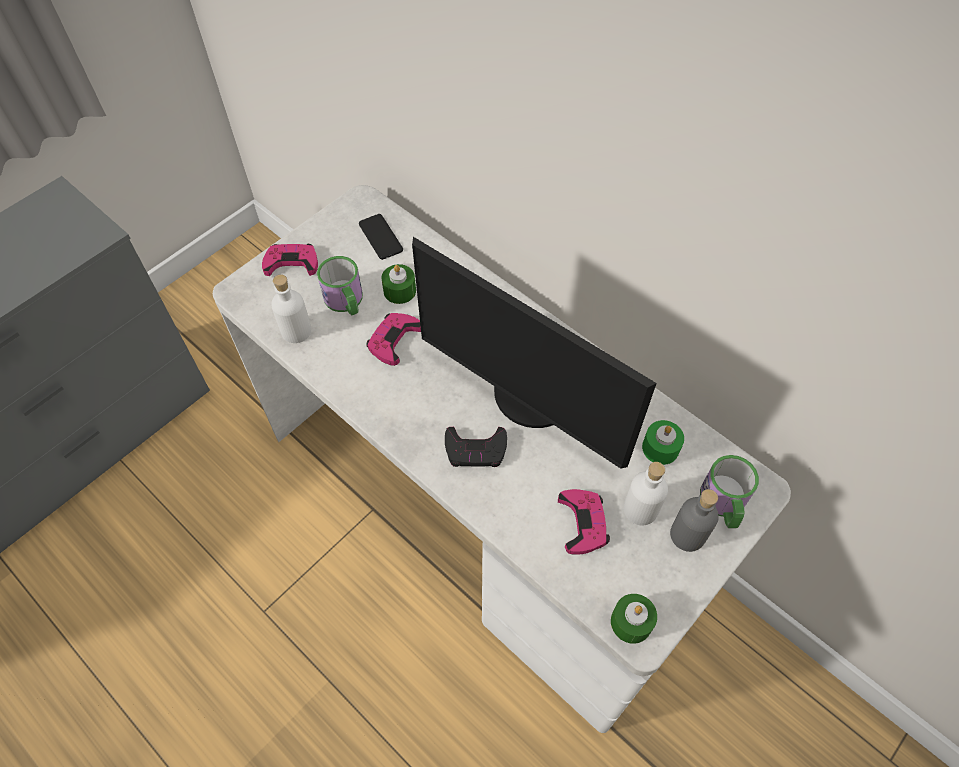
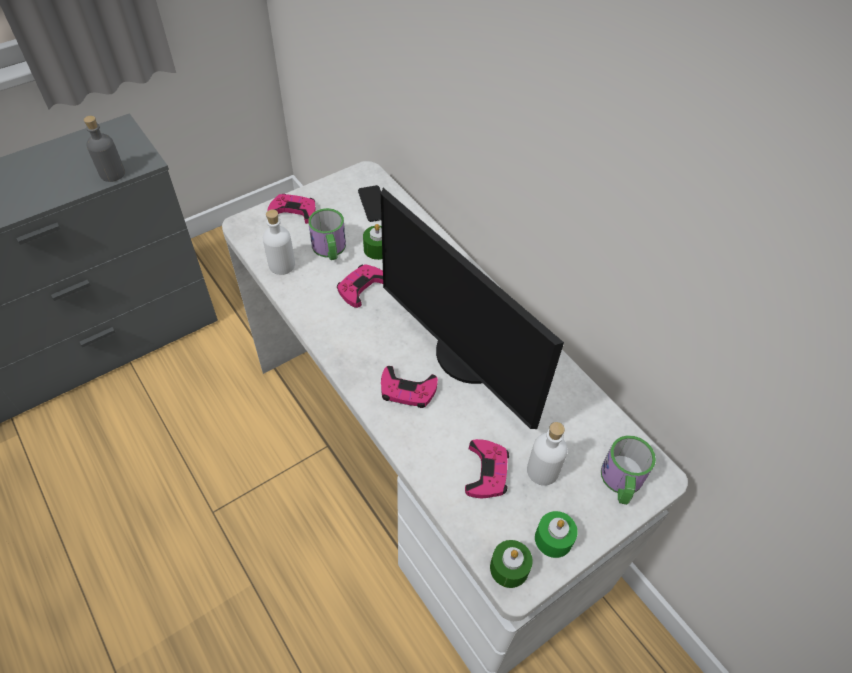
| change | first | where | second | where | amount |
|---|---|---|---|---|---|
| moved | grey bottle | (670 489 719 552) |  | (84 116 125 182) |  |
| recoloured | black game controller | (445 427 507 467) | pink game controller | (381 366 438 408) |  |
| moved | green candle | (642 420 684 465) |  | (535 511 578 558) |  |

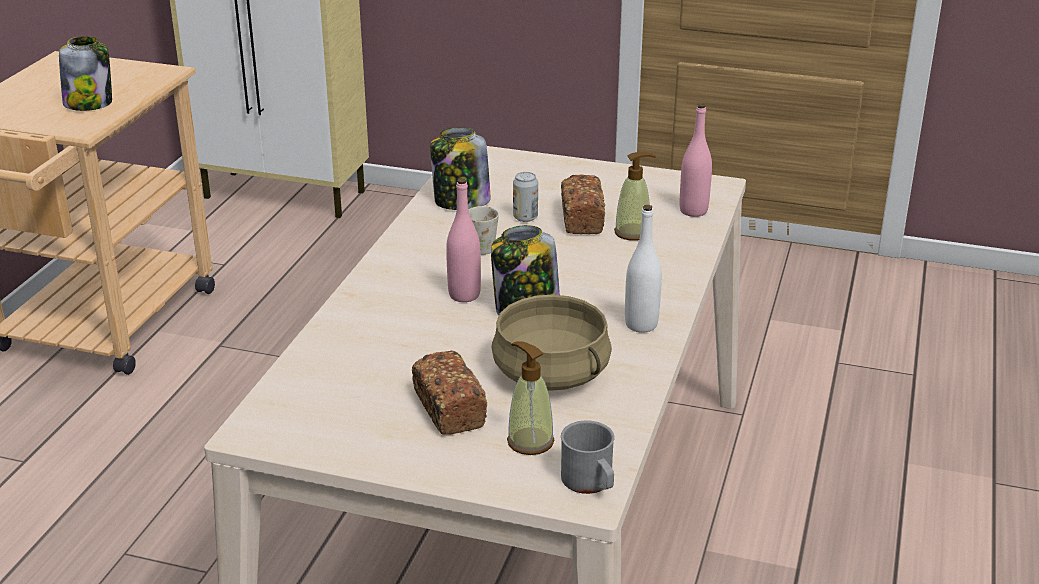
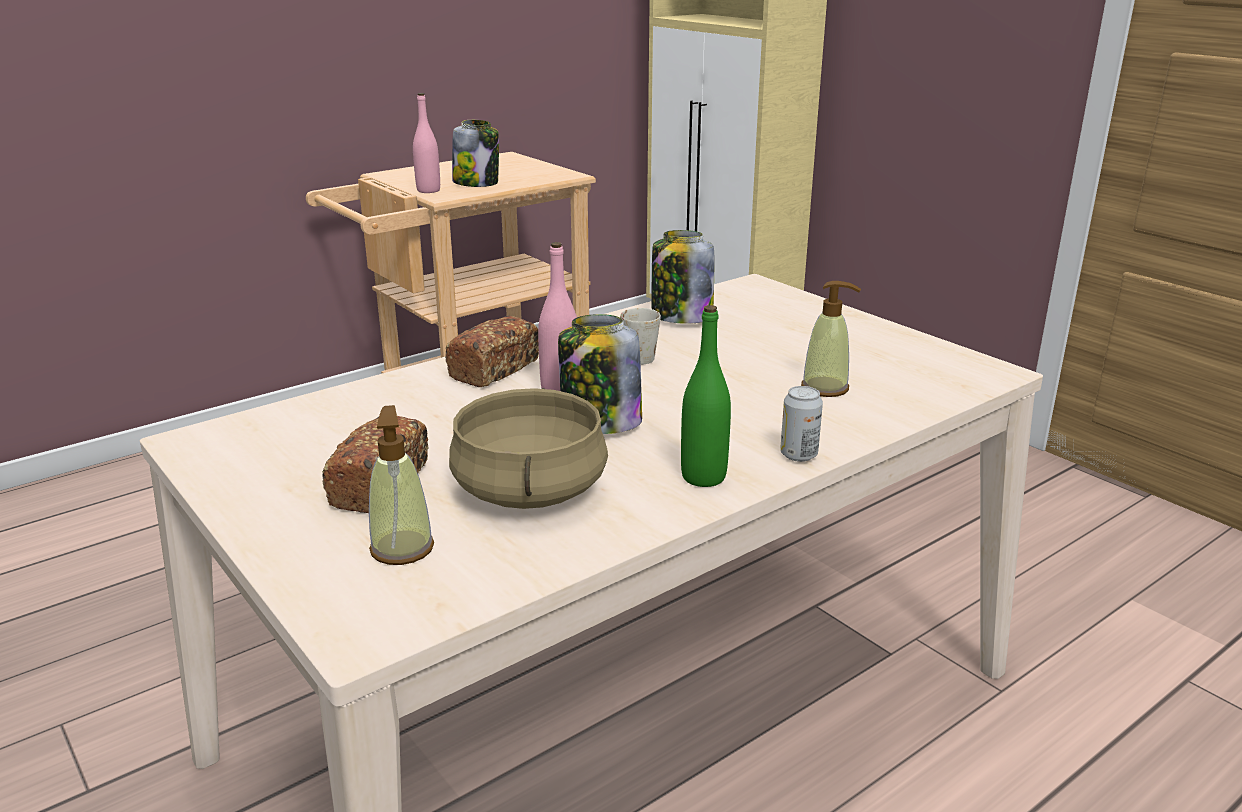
| change | first | where | second | where | amount |
|---|---|---|---|---|---|
| moved | pink bottle | (680 104 712 217) |  | (413 93 440 193) |  |
| moved | bread | (561 175 605 234) |  | (445 316 539 387) |  |
| recoloured | white bottle | (625 205 662 333) | green bottle | (681 305 731 487) |  |
| moved | can | (513 172 538 222) |  | (780 386 823 462) |  |
| removed | grey mug | (561 420 615 494) |  |  |  |

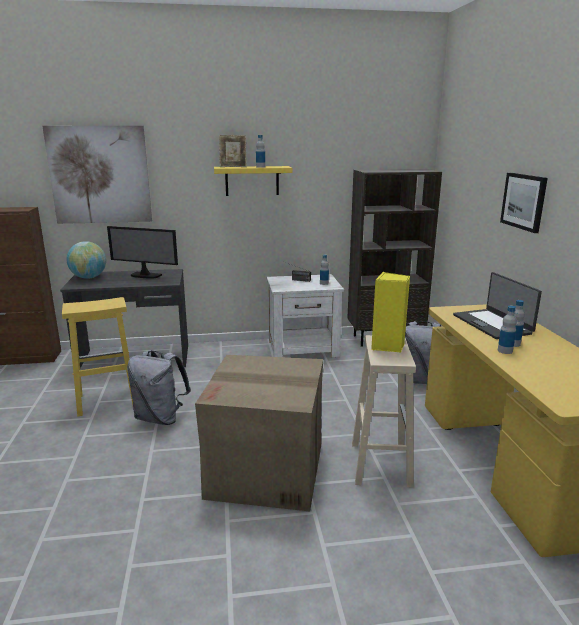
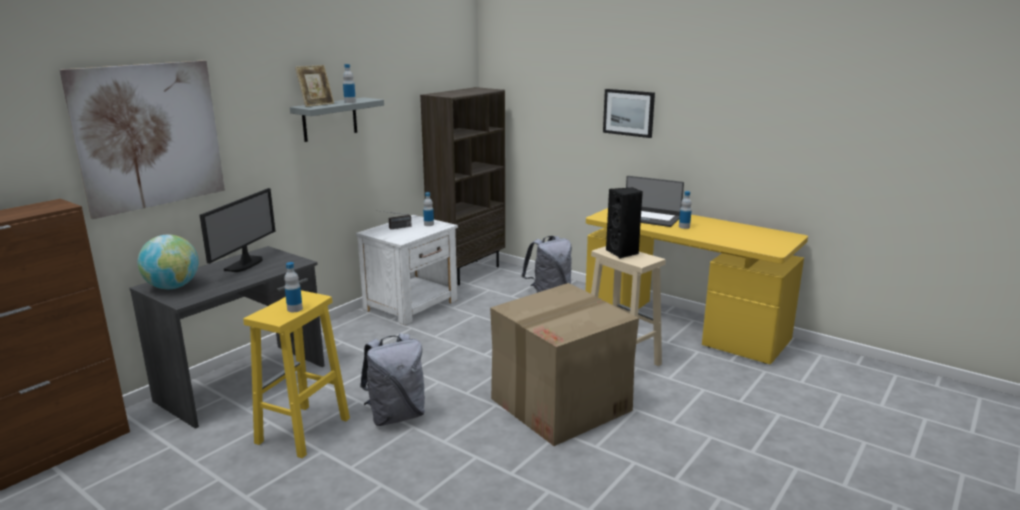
| change | first | where | second | where | amount |
|---|---|---|---|---|---|
| turned | monitor | (107 226 178 279) |  | (200 188 275 272) | 45 degrees counterclockwise |
| moved | bottle | (498 306 517 354) |  | (284 262 303 312) |  |
| recoloured | yellow shelf | (214 166 293 196) | grey shelf | (290 97 384 142) |  |
| recoloured | yellow speaker | (371 272 410 352) | black speaker | (606 187 643 259) |  |

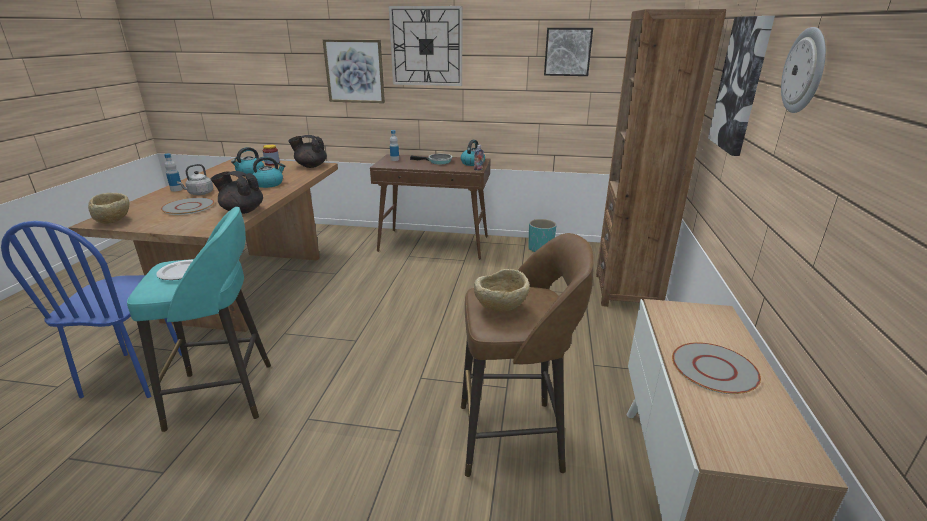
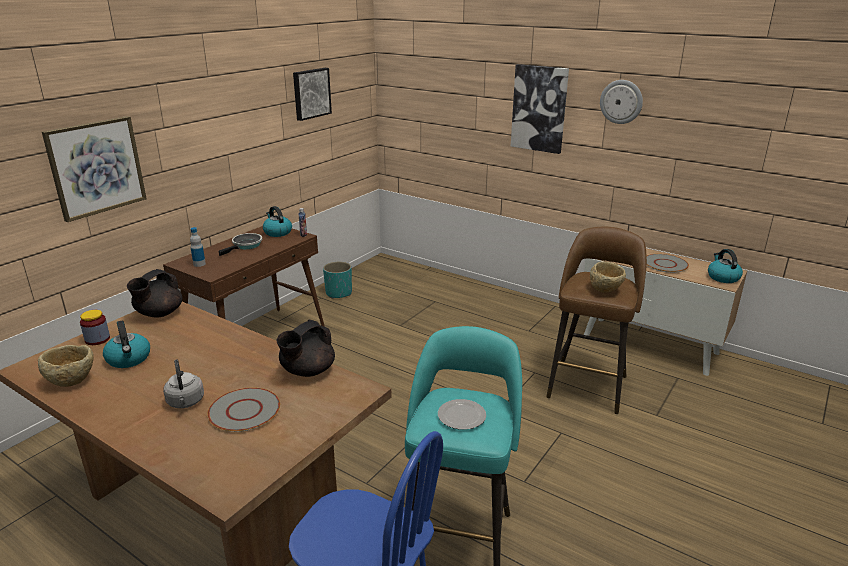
| change | first | where | second | where | amount |
|---|---|---|---|---|---|
| moved | beige bowl | (88 193 129 224) |  | (38 345 94 387) |  |
| moved | kettle | (253 156 285 188) |  | (708 249 743 283) |  |
| removed | bottle | (164 153 183 191) |  |  |  |
| removed | wall clock | (389 6 462 86) |  |  |  |
| removed | brown bookcase | (596 9 726 307) |  |  |  |

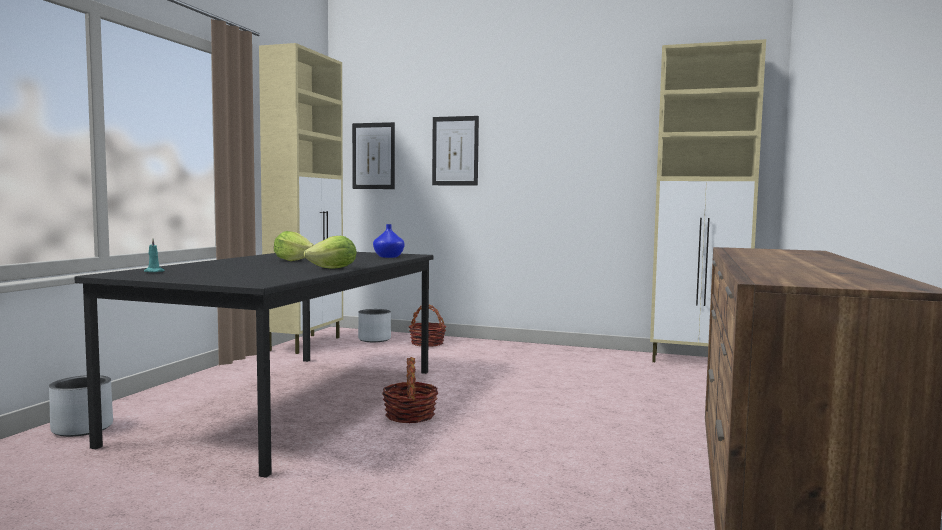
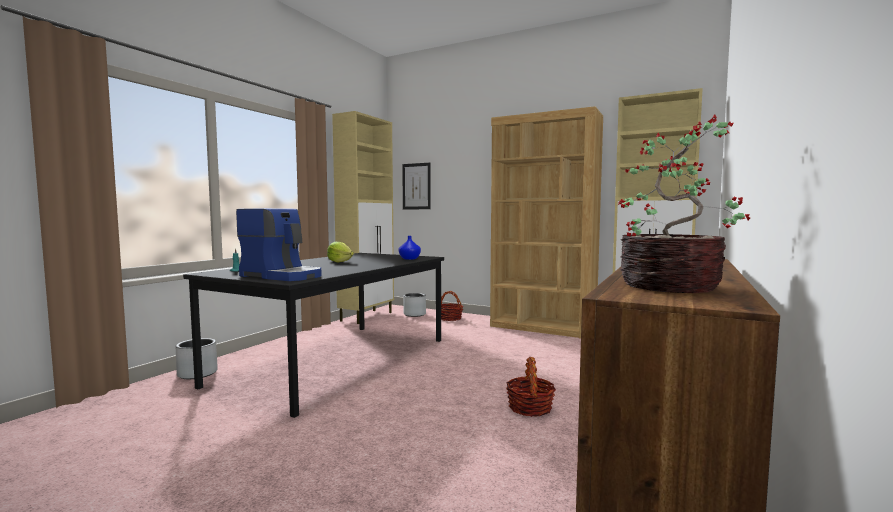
| change | first | where | second | where | amount |
|---|---|---|---|---|---|
| added |  |  | coffee machine | (236 208 322 281) |  |
| added |  |  | brown bookcase | (490 106 603 339) |  |
| moved | basket | (382 357 438 424) |  | (506 357 556 417) |  |
| added |  |  | potted plant | (618 114 751 293) |  |
| removed | lettuce | (304 236 356 269) |  |  |  |
| removed | picture | (432 116 479 186) |  |  |  |

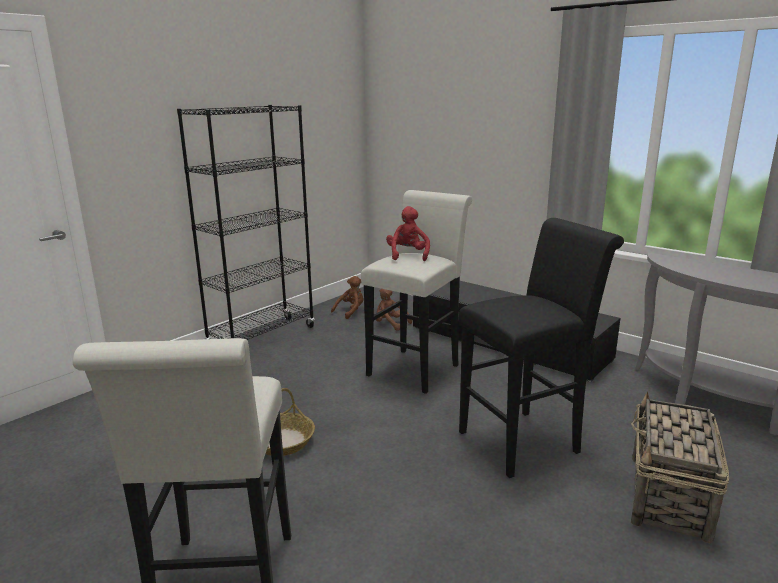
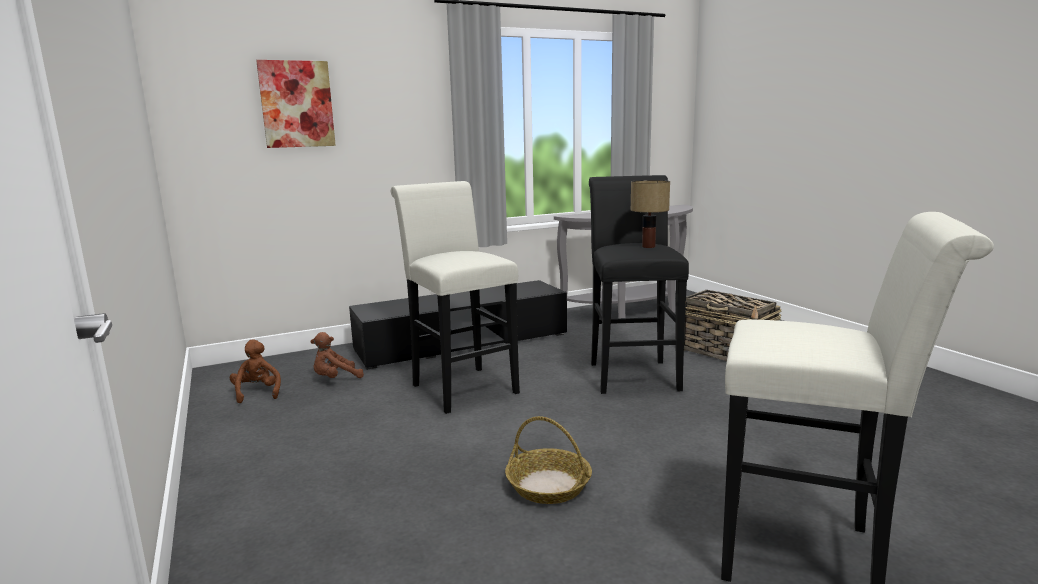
| change | first | where | second | where | amount |
|---|---|---|---|---|---|
| added |  |  | picture | (256 60 336 148) |  |
| added |  |  | table lamp | (631 180 670 248) |  |
| removed | black bookcase | (177 105 315 340) |  |  |  |
| removed | red plush toy | (386 206 430 261) |  |  |  |

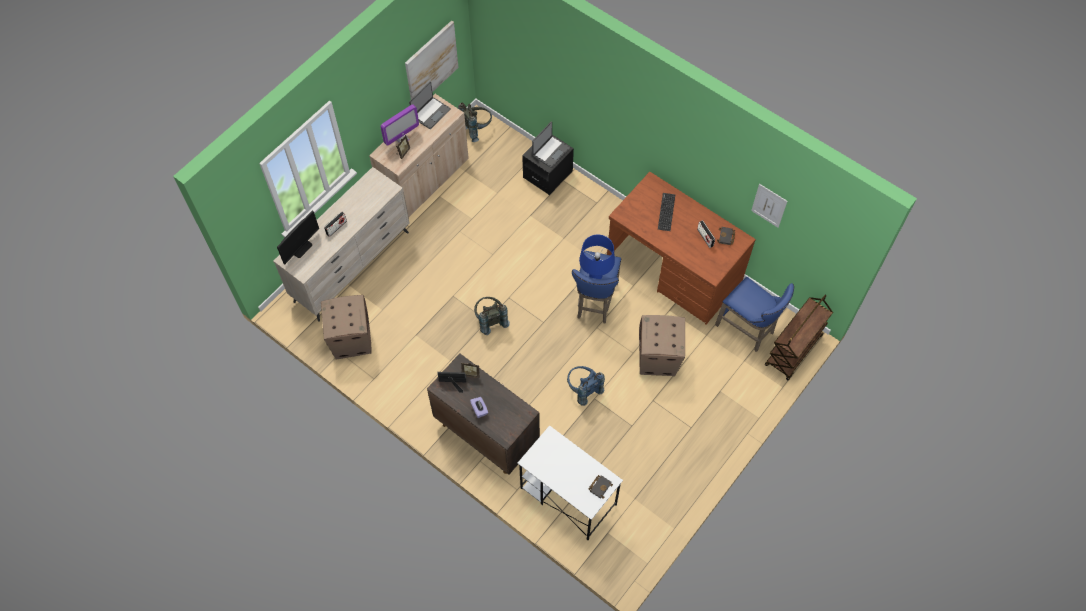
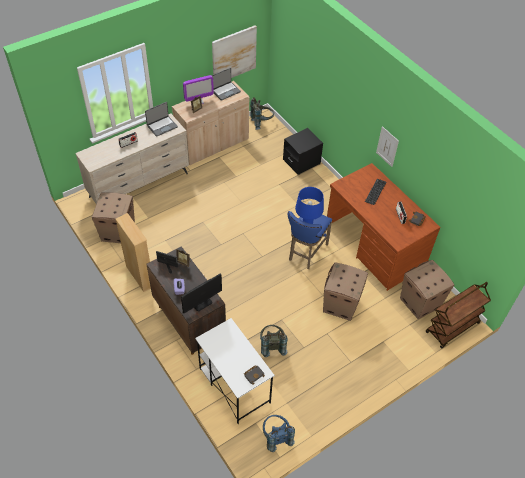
| change | first | where | second | where | amount |
|---|---|---|---|---|---|
| added |  |  | beige bookcase | (116 213 151 292) |  |
| moved | laptop | (532 121 570 168) |  | (145 102 178 137) |  |
| moved | monitor | (277 211 319 264) |  | (181 273 222 313) |  |
| moved | grey backpack | (474 297 510 335) |  | (260 325 287 357) |  |
| moved | blue backpack | (567 366 605 406) |  | (263 415 295 452) |  |
| moved | picture | (751 184 788 227) |  | (376 126 399 167) |  |
| replaced | blue stool | (715 277 794 352) | cardboard box | (400 260 455 319) |  |

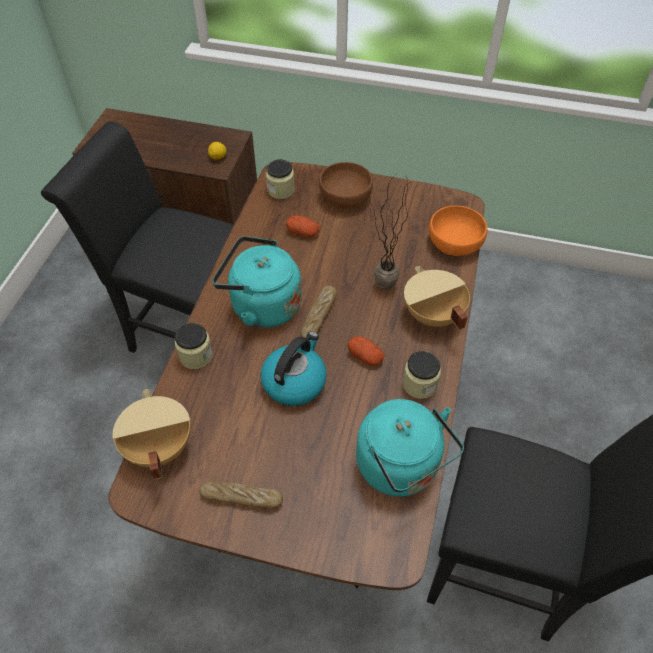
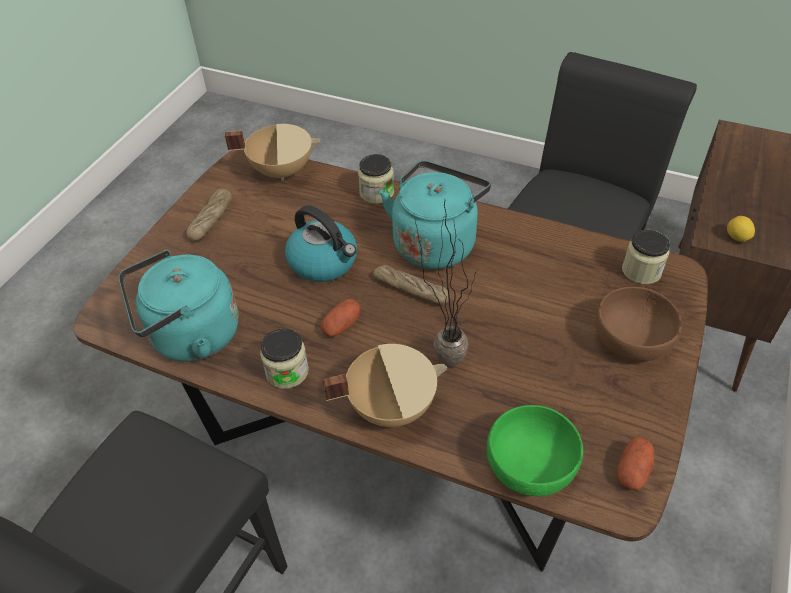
| change | first | where | second | where | amount |
|---|---|---|---|---|---|
| recoloured | orange bowl | (429 206 487 256) | green bowl | (487 405 583 496) |  |
| moved | potato | (286 215 320 237) |  | (617 437 654 490) |  |

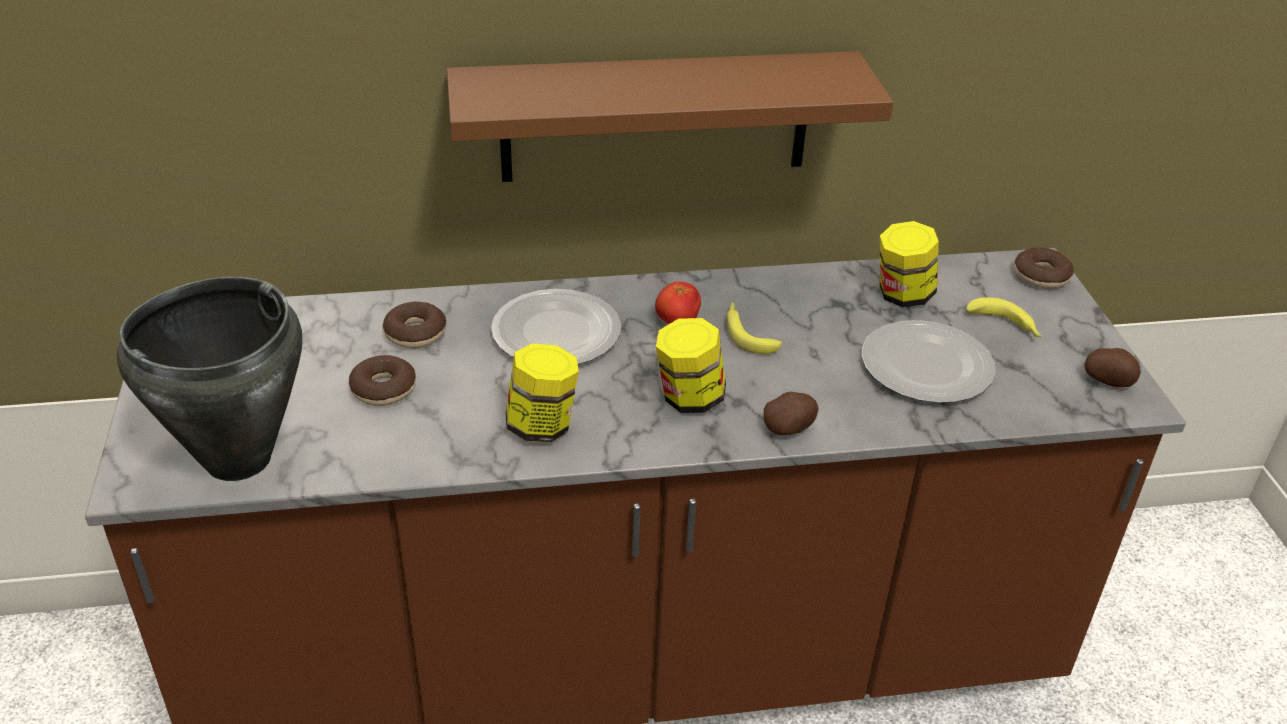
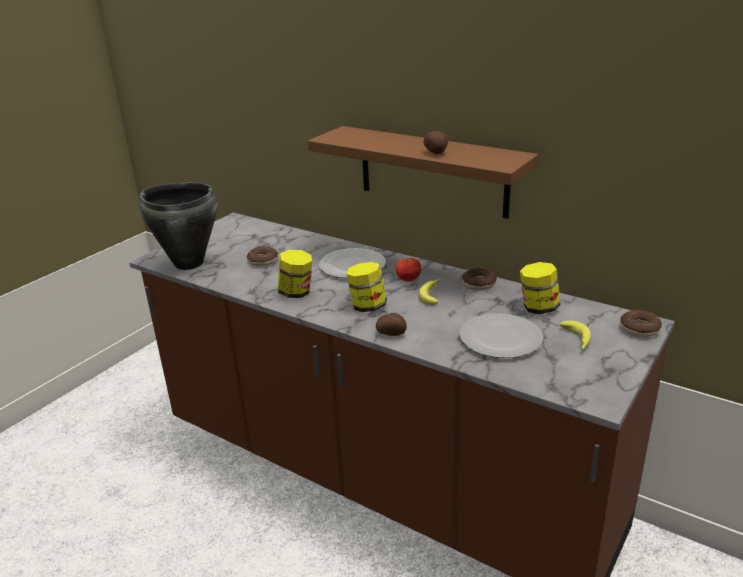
| change | first | where | second | where | amount |
|---|---|---|---|---|---|
| moved | potato | (1084 348 1141 387) |  | (423 131 448 154) |  |
| moved | donut | (383 302 446 348) |  | (462 268 497 291) |  |

